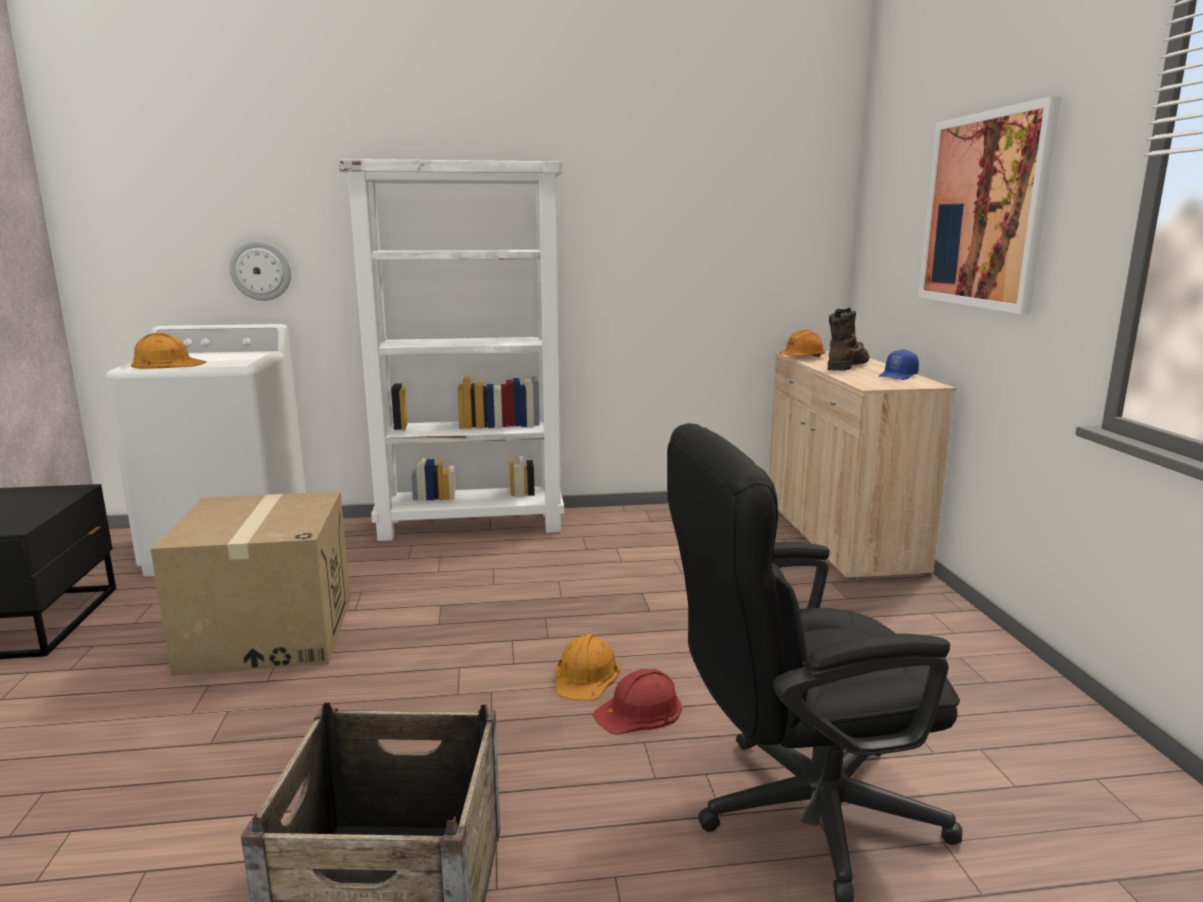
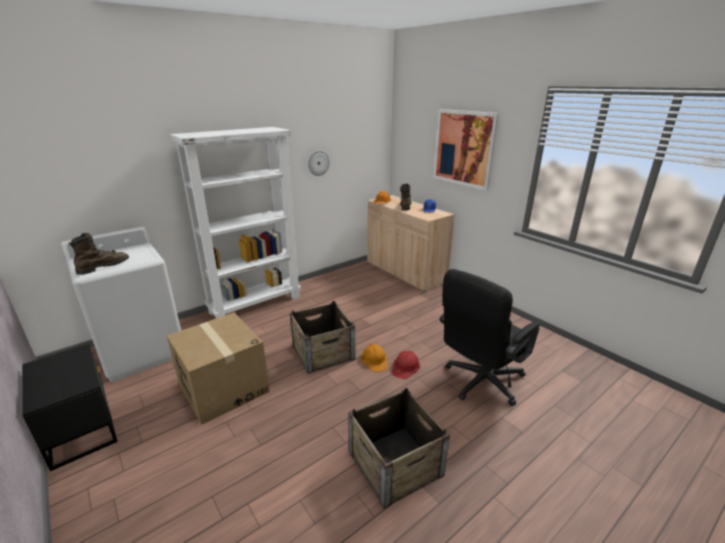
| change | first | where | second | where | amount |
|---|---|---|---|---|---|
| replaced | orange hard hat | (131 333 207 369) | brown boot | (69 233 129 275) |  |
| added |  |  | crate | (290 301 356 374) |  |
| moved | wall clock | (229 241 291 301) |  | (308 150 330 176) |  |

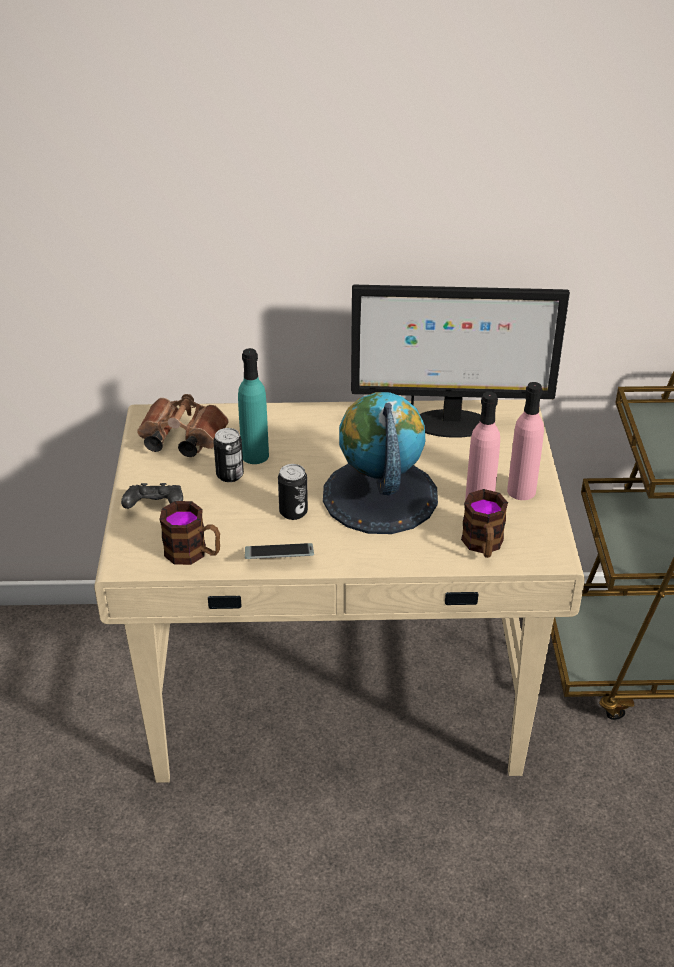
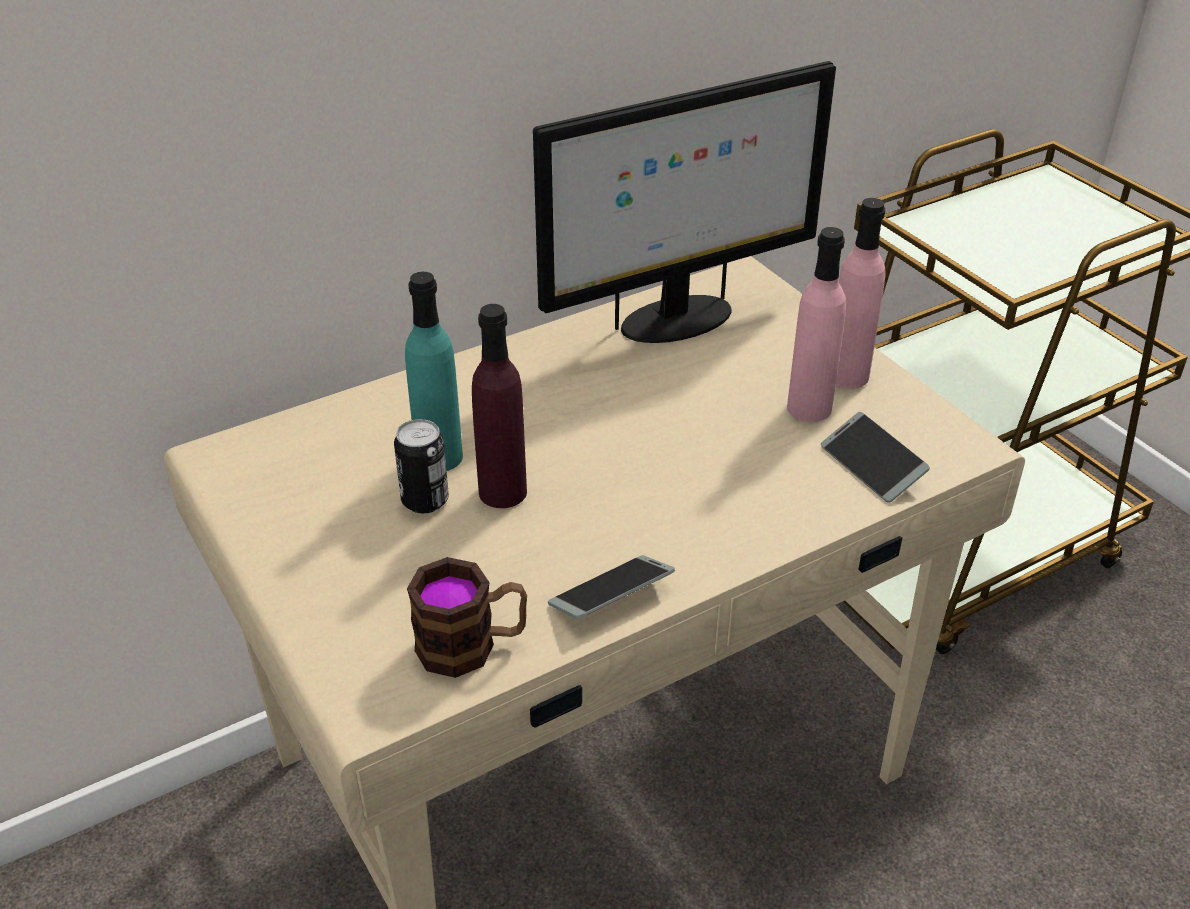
| change | first | where | second | where | amount |
|---|---|---|---|---|---|
| added |  |  | purple bottle | (472 304 527 508) |  |
| replaced | mug | (461 489 508 558) | phone | (821 412 930 503) |  |
| removed | black game controller | (121 483 183 509) |  |  |  |
| removed | brown binoculars | (137 394 229 457) |  |  |  |
| removed | can | (278 464 308 520) |  |  |  |
| removed | globe | (323 392 438 534) |  |  |  |

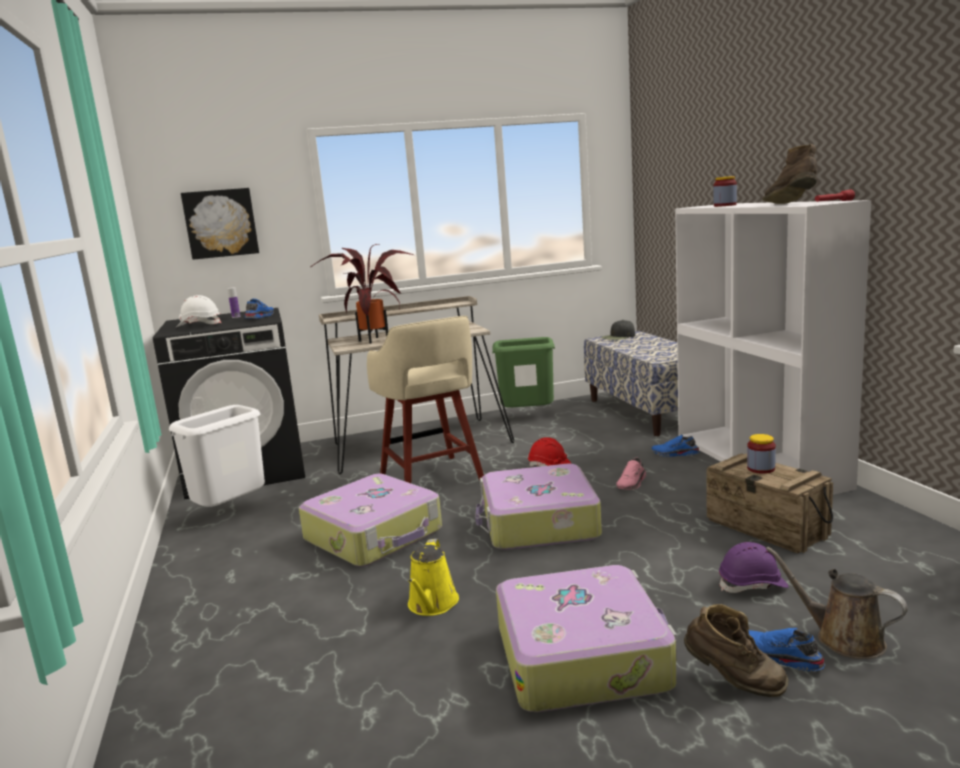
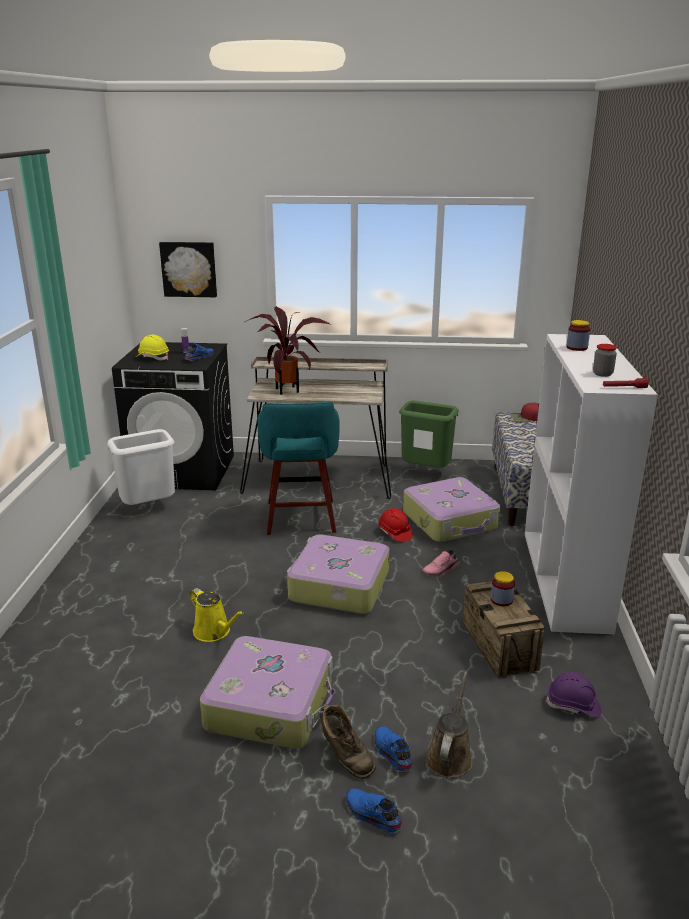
| change | first | where | second | where | amount |
|---|---|---|---|---|---|
| recoloured | white hard hat | (176 295 222 327) | yellow hard hat | (136 335 169 361) |  |
| turned | yellow watering can | (408 539 459 616) |  | (189 588 244 642) | 75 degrees counterclockwise |
| recoloured | beige stool | (367 316 484 483) | turquoise stool | (257 402 340 535) |  |
| moved | blue shoe | (652 435 700 457) |  | (346 788 403 833) |  |
| moved | suitcase | (299 474 442 567) |  | (403 477 500 542) |  |
| turned | brown watering can | (766 547 908 659) |  | (426 671 473 778) | 45 degrees clockwise |
| recoloured | black cap | (601 320 635 340) | red cap | (511 403 539 422) |  |
| moved | purple hard hat | (719 542 789 593) |  | (546 672 601 718) |  |
| replaced | brown boot | (762 144 817 204) | jar | (593 344 617 377) |  |

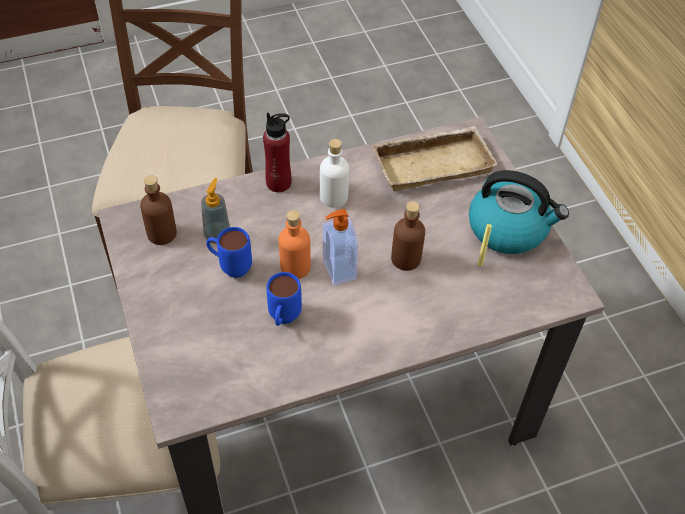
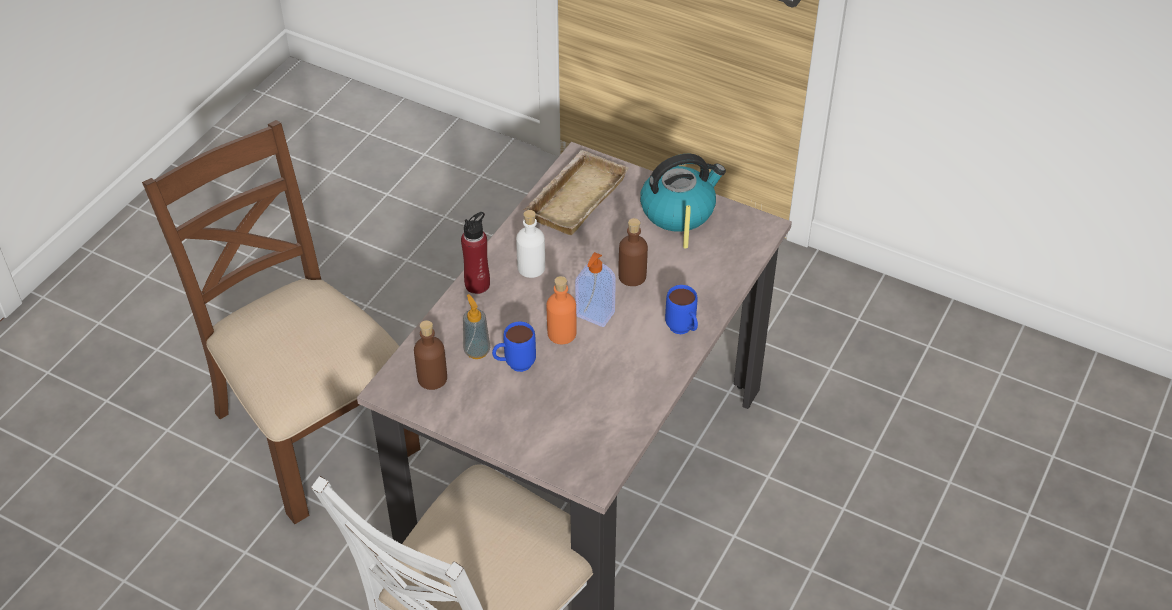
| change | first | where | second | where | amount |
|---|---|---|---|---|---|
| moved | blue mug | (267 272 302 326) |  | (665 285 698 334) |  |

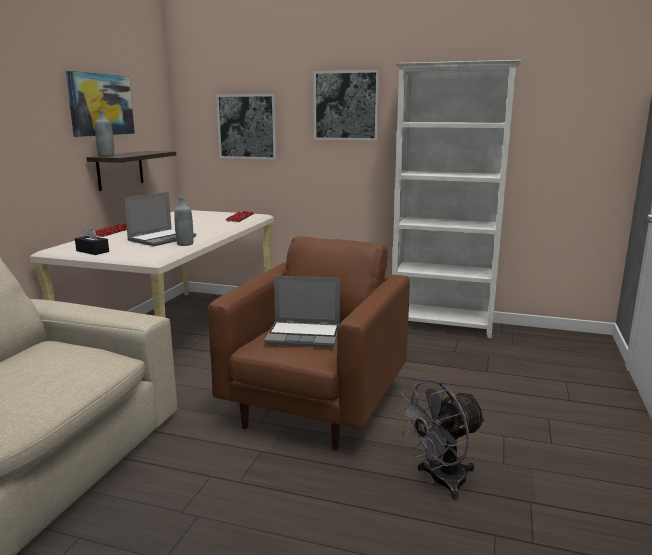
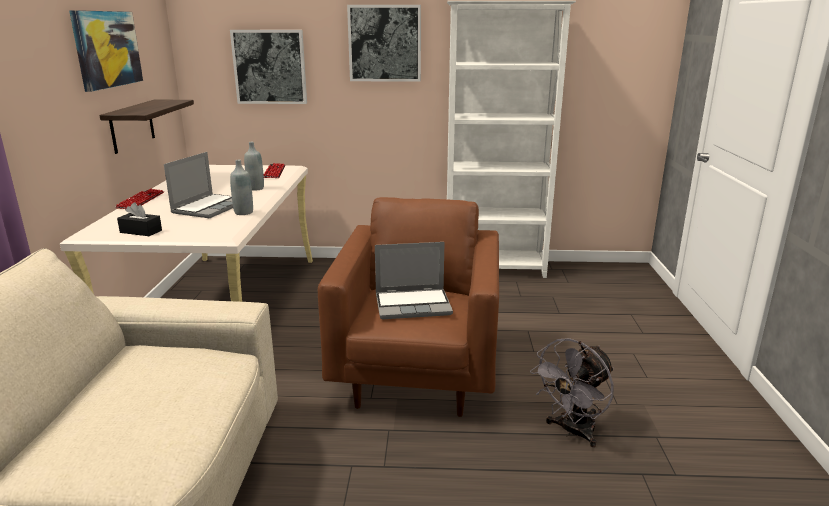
| change | first | where | second | where | amount |
|---|---|---|---|---|---|
| moved | grey bottle | (95 111 114 157) |  | (244 142 264 191) |  |

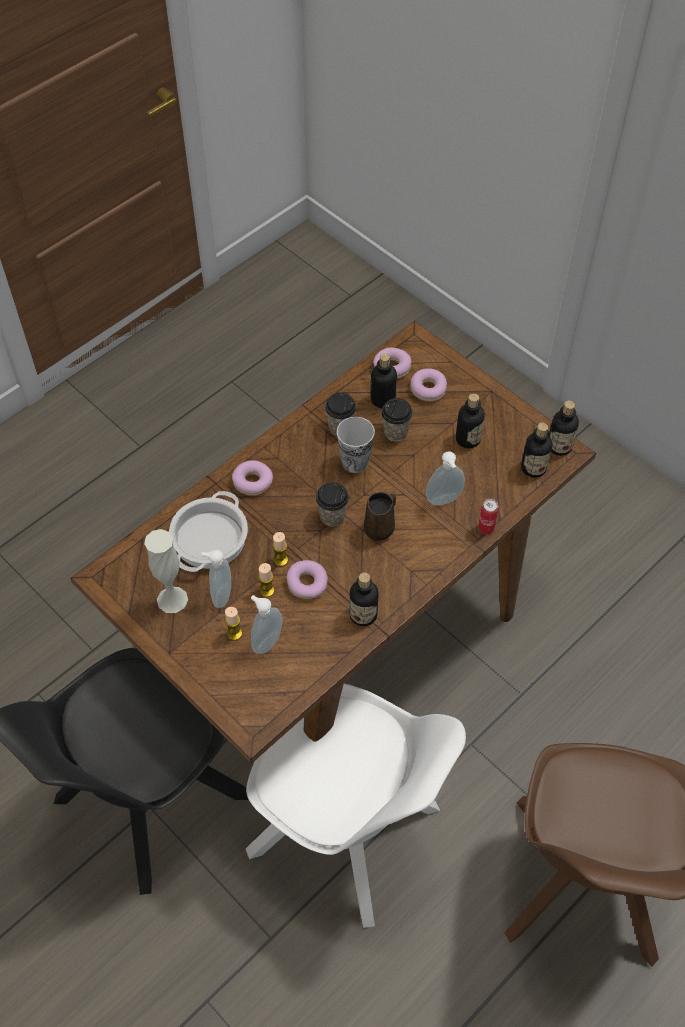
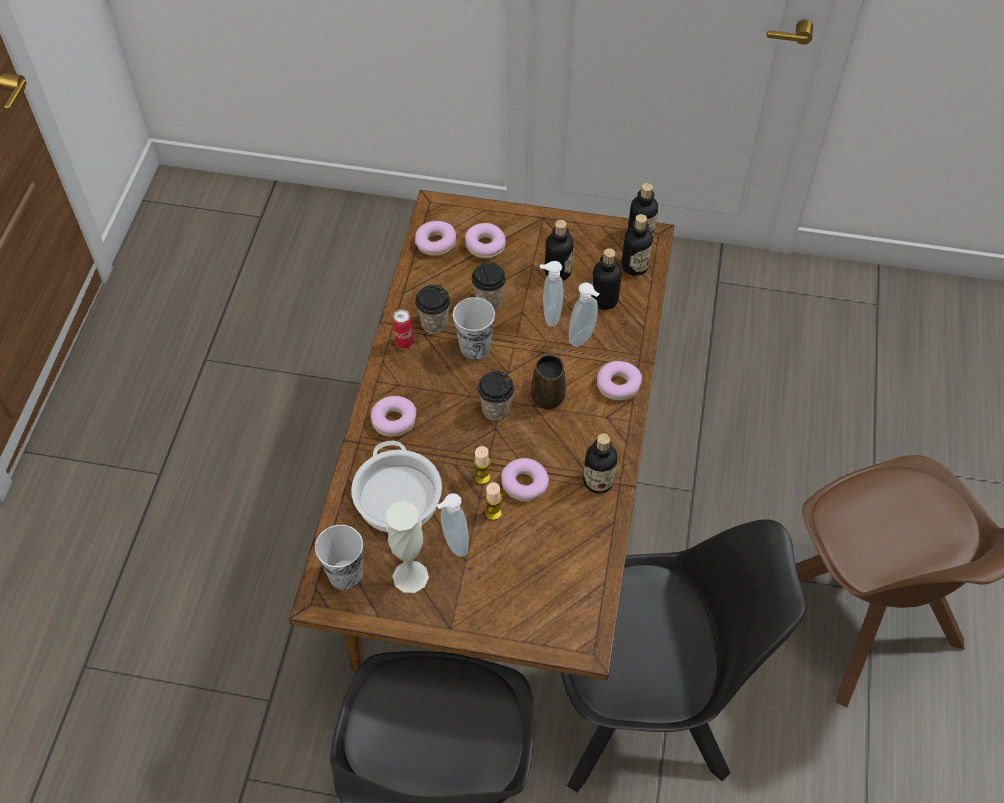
| change | first | where | second | where | amount |
|---|---|---|---|---|---|
| added |  |  | cup | (315 525 363 590) |  |
| moved | can | (478 499 499 534) |  | (393 309 413 349) |  |
| moved | soap dispenser | (251 595 282 654) |  | (540 261 563 327) |  |
| recoloured | white chair | (246 684 466 928) | black chair | (561 519 806 792) |  |
| moved | bottle | (370 353 397 408) |  | (591 248 622 310) |  |
| added |  |  | donut | (597 361 642 400) |  |
| removed | candle | (225 607 242 641) |  |  |  |

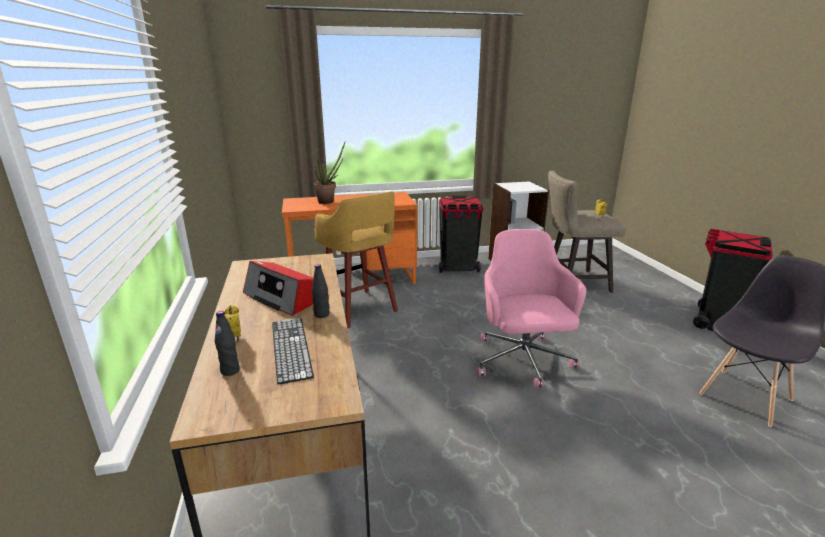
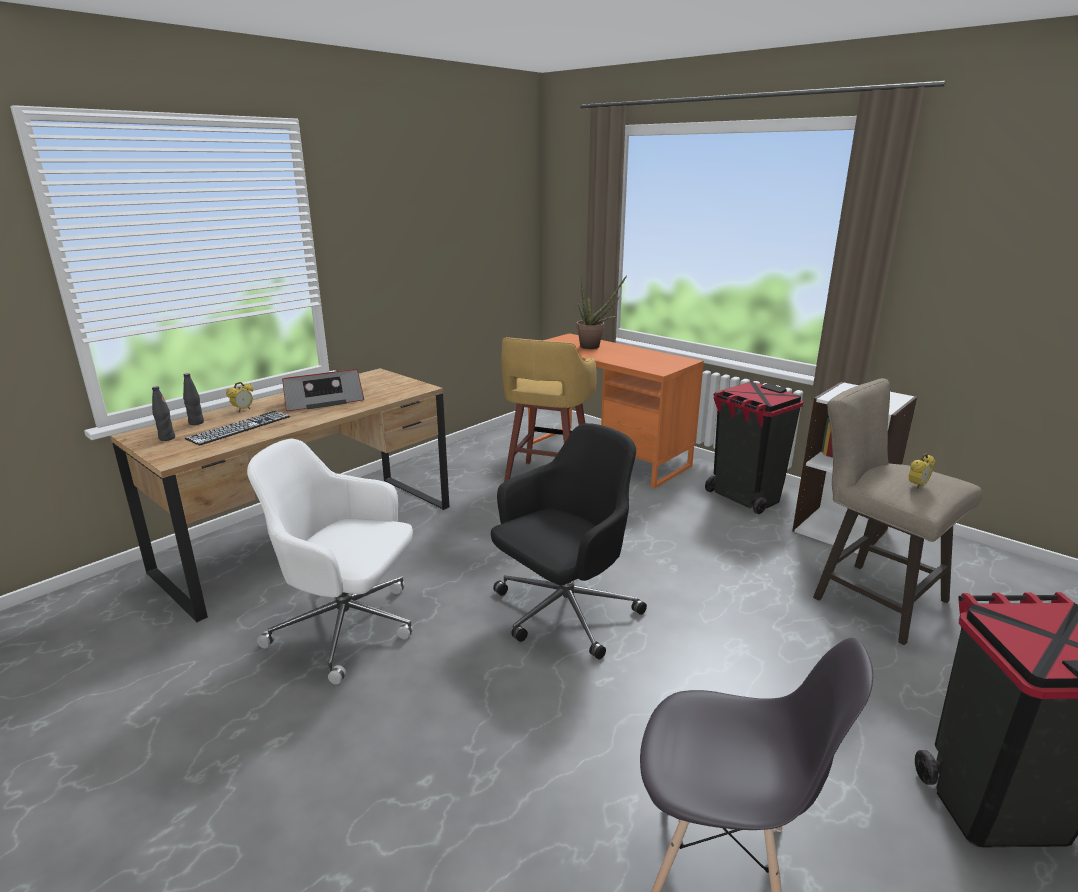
| change | first | where | second | where | amount |
|---|---|---|---|---|---|
| moved | black bottle | (312 264 330 318) |  | (152 386 175 441) |  |
| added |  |  | white office chair | (247 439 413 685) |  |
| turned | radio | (243 261 313 316) |  | (282 369 364 411) | 120 degrees counterclockwise |
| recoloured | pink office chair | (477 229 587 388) | black office chair | (491 423 647 659) |  |

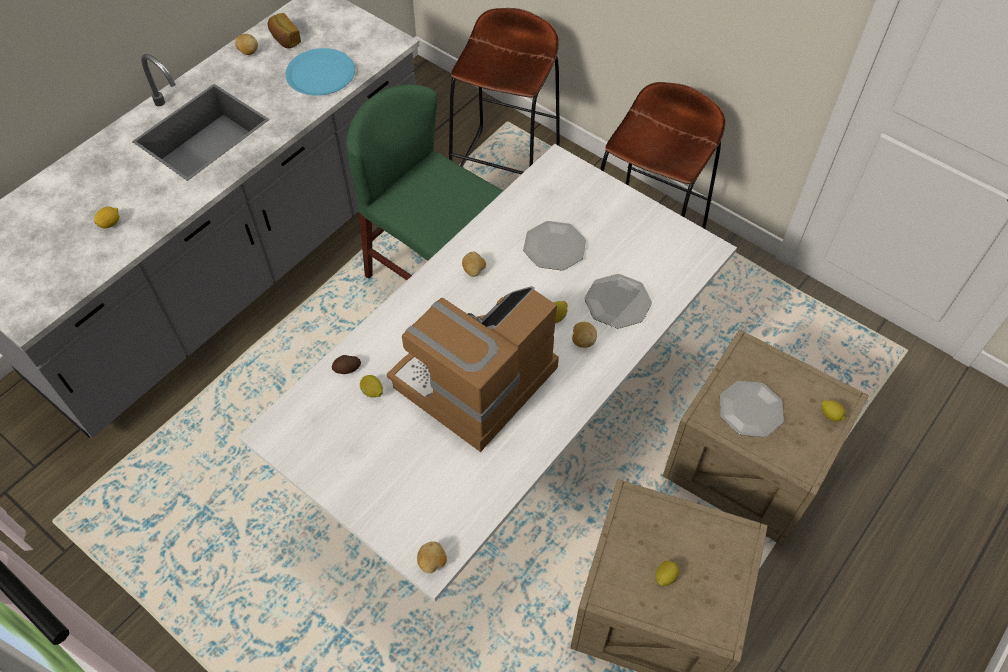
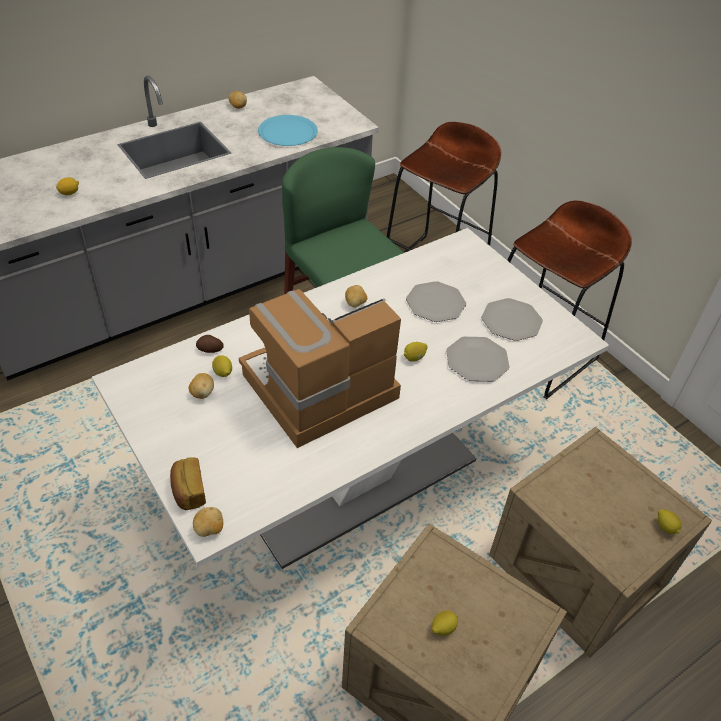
| change | first | where | second | where | amount |
|---|---|---|---|---|---|
| moved | bread | (268 13 301 48) |  | (170 457 206 510) |  |
| moved | potato | (572 322 597 348) |  | (189 373 214 399) |  |
| moved | plate | (720 381 784 437) |  | (481 298 543 341) |  |

